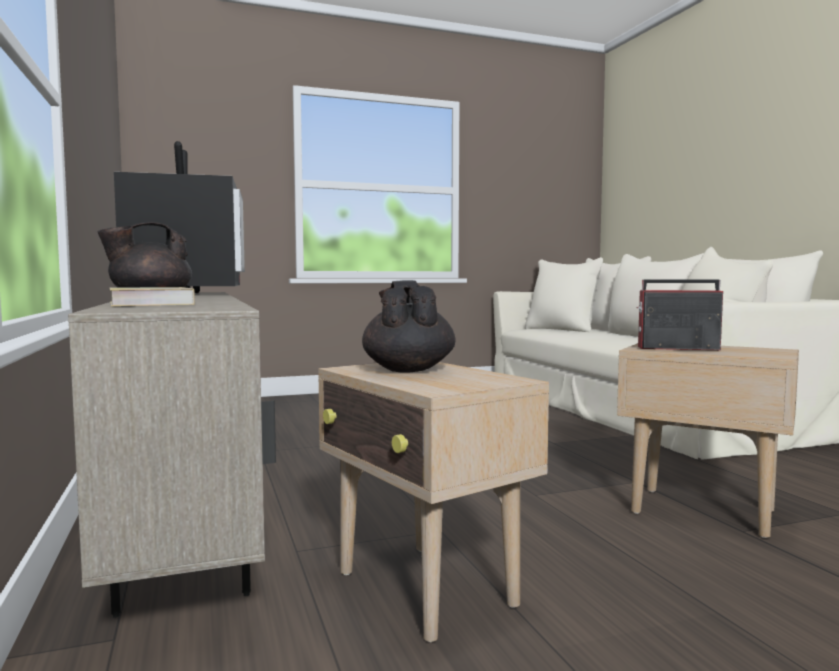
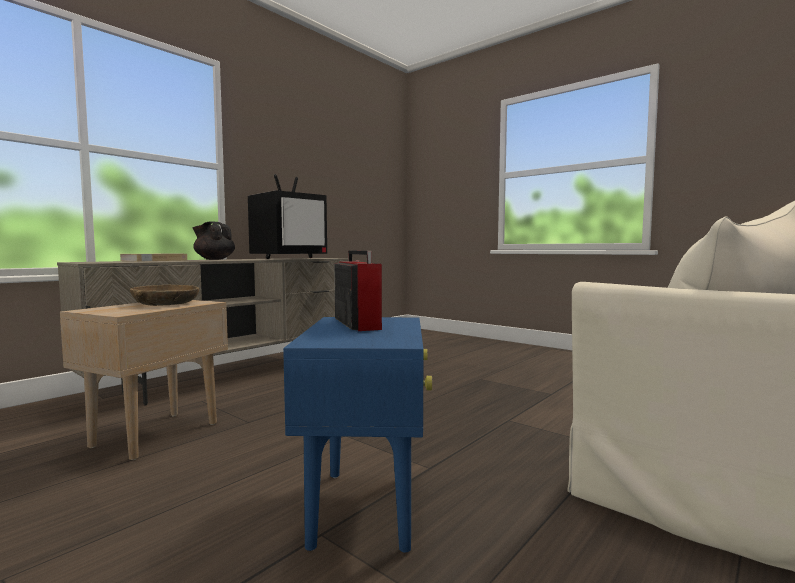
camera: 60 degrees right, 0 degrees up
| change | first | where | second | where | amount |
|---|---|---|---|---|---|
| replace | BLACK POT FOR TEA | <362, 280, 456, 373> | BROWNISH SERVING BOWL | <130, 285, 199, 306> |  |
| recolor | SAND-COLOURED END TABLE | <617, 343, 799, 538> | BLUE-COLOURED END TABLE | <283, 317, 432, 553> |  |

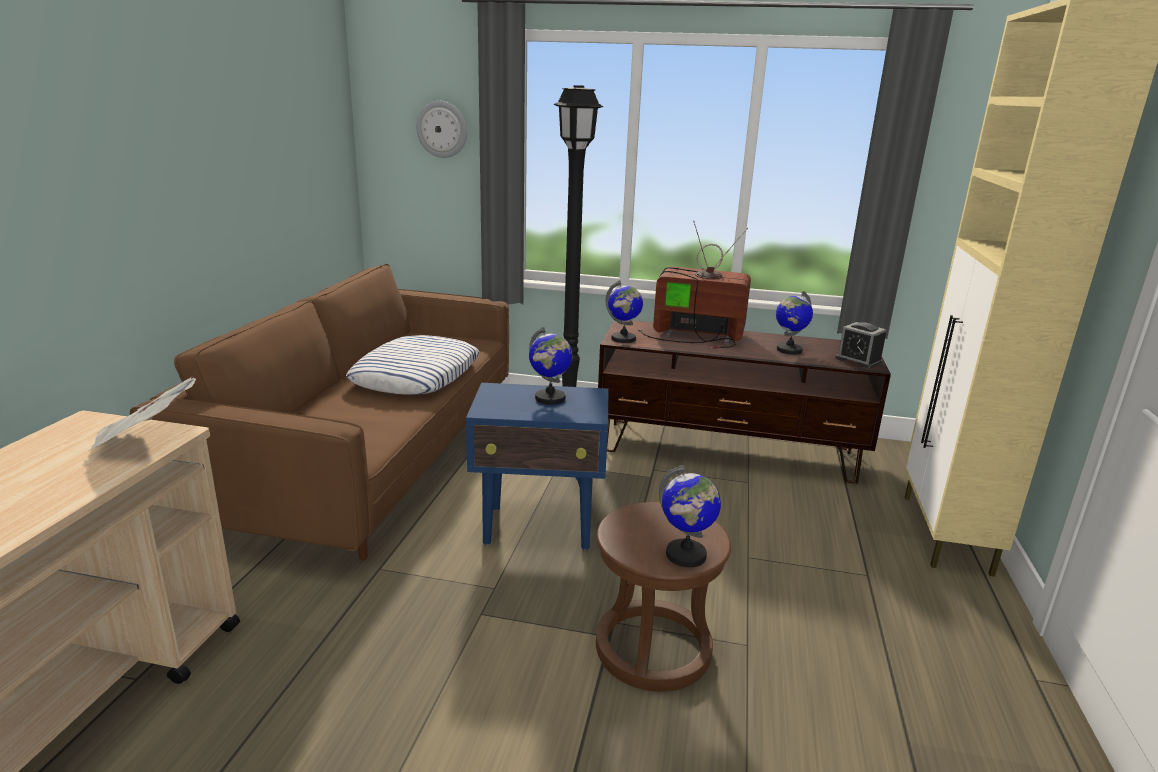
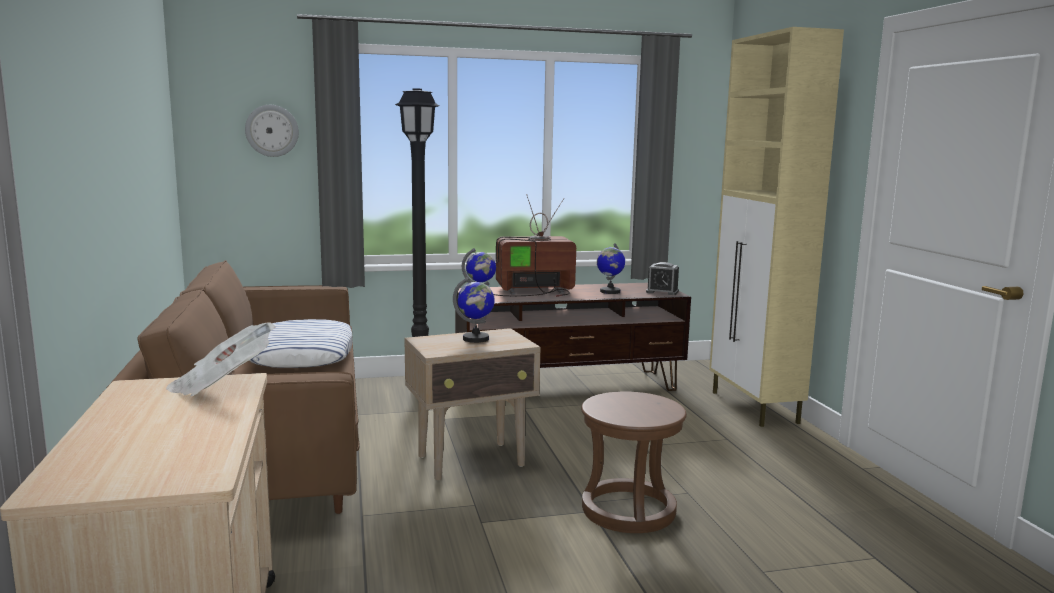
camera: 25 degrees left, 10 degrees down
| change | first | where | second | where | amount |
|---|---|---|---|---|---|
| recolor | BLUE-COLOURED END TABLE | <466, 383, 608, 550> | SAND-COLOURED END TABLE | <404, 328, 540, 481> |  |
| delete | GLOBE | <659, 465, 721, 567> |  |  |  |

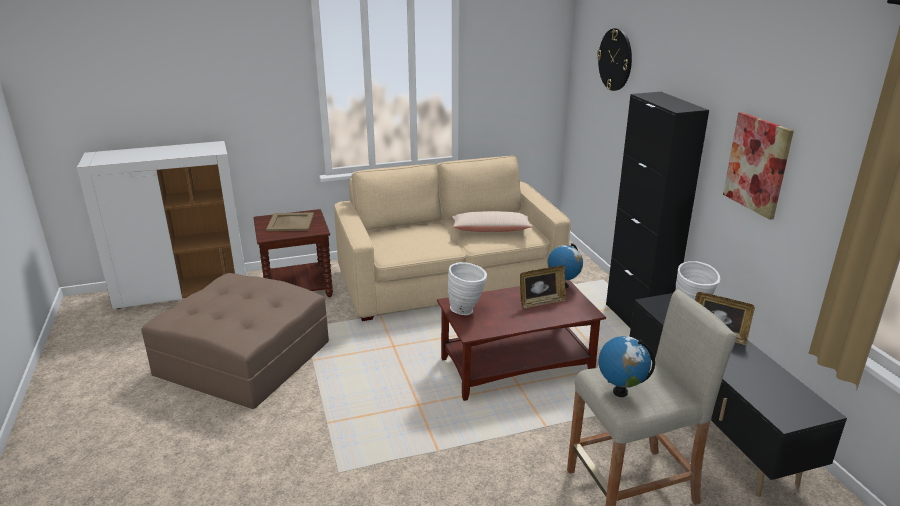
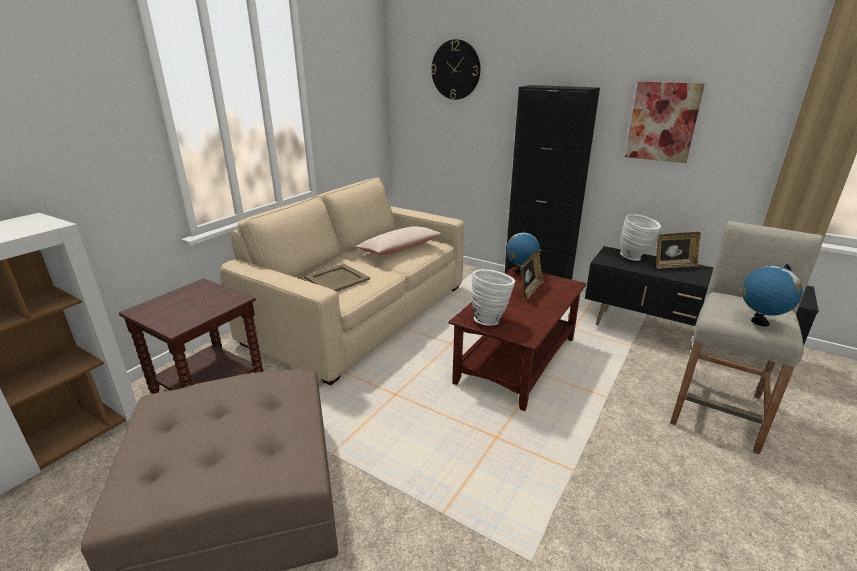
camera: 40 degrees left, 0 degrees up
| change | first | where | second | where | amount |
|---|---|---|---|---|---|
| move | SAND-COLOURED TRAY | <266, 212, 314, 231> |  | <304, 263, 370, 292> |  |

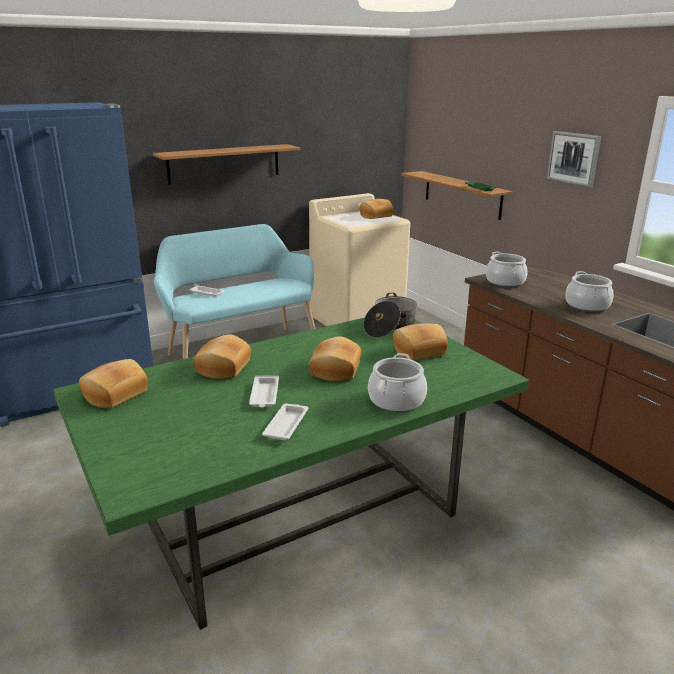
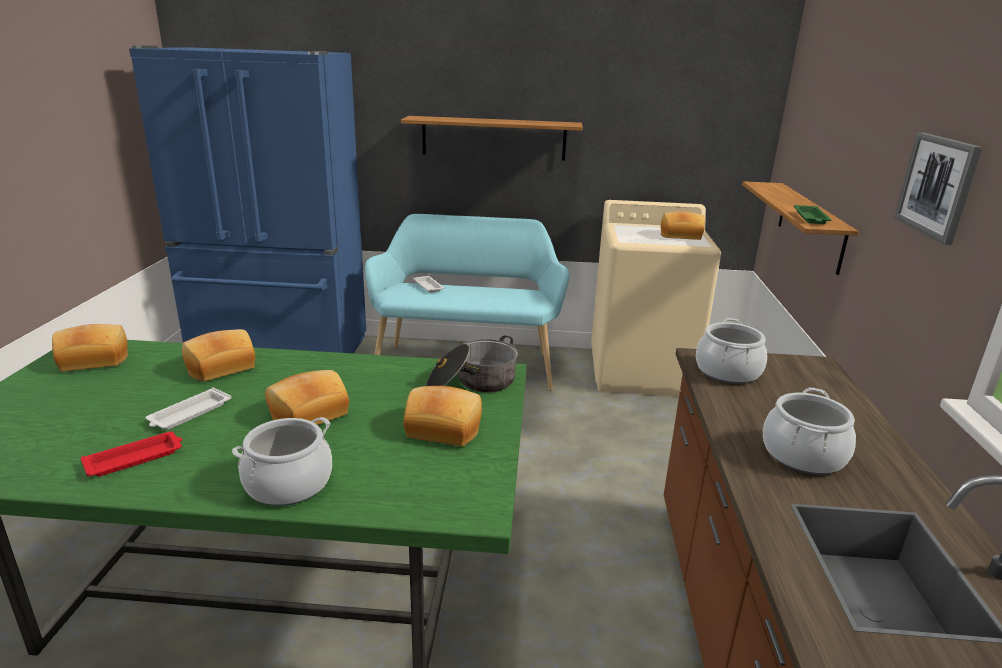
camera: 35 degrees right, 0 degrees up
| change | first | where | second | where | amount |
|---|---|---|---|---|---|
| recolor | WHITISH TRAY | <262, 403, 308, 440> | RED-COLOURED TRAY | <81, 431, 182, 477> |  |

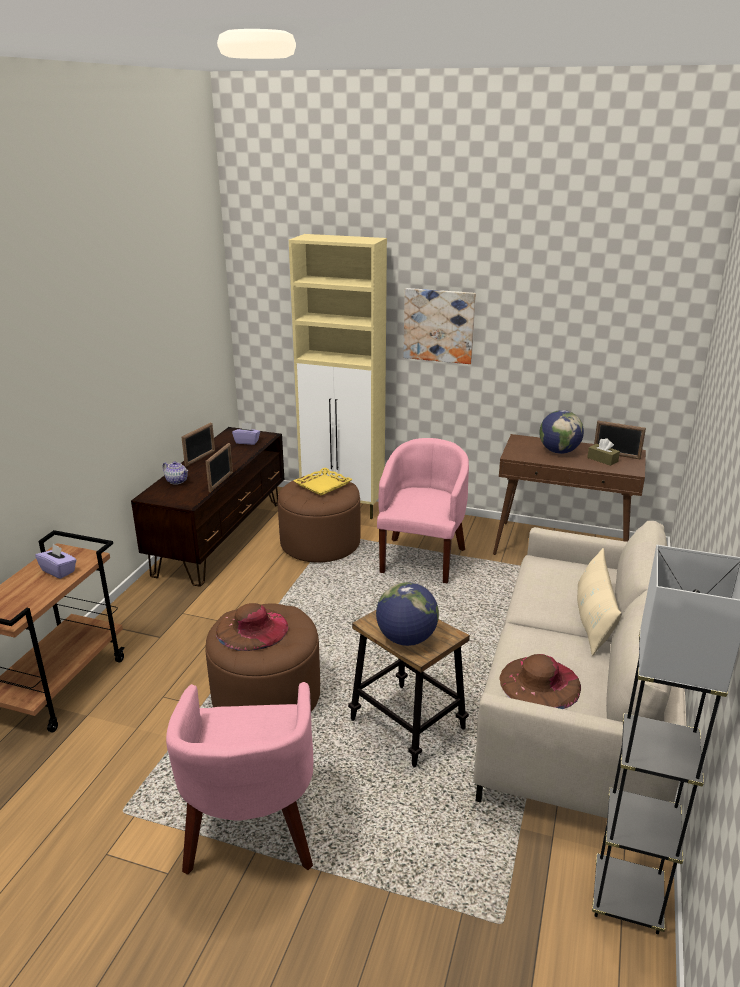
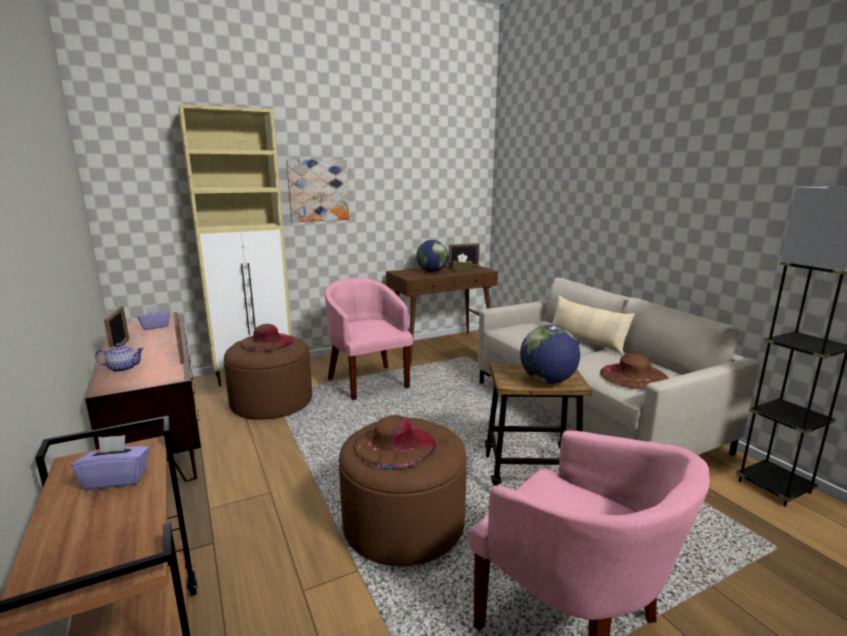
camera: 45 degrees left, 10 degrees down
| change | first | where | second | where | amount |
|---|---|---|---|---|---|
| replace | YELLOWISH TRAY | <293, 467, 353, 495> | BROWNISH CLOTHING HAT | <240, 324, 293, 351> |  |

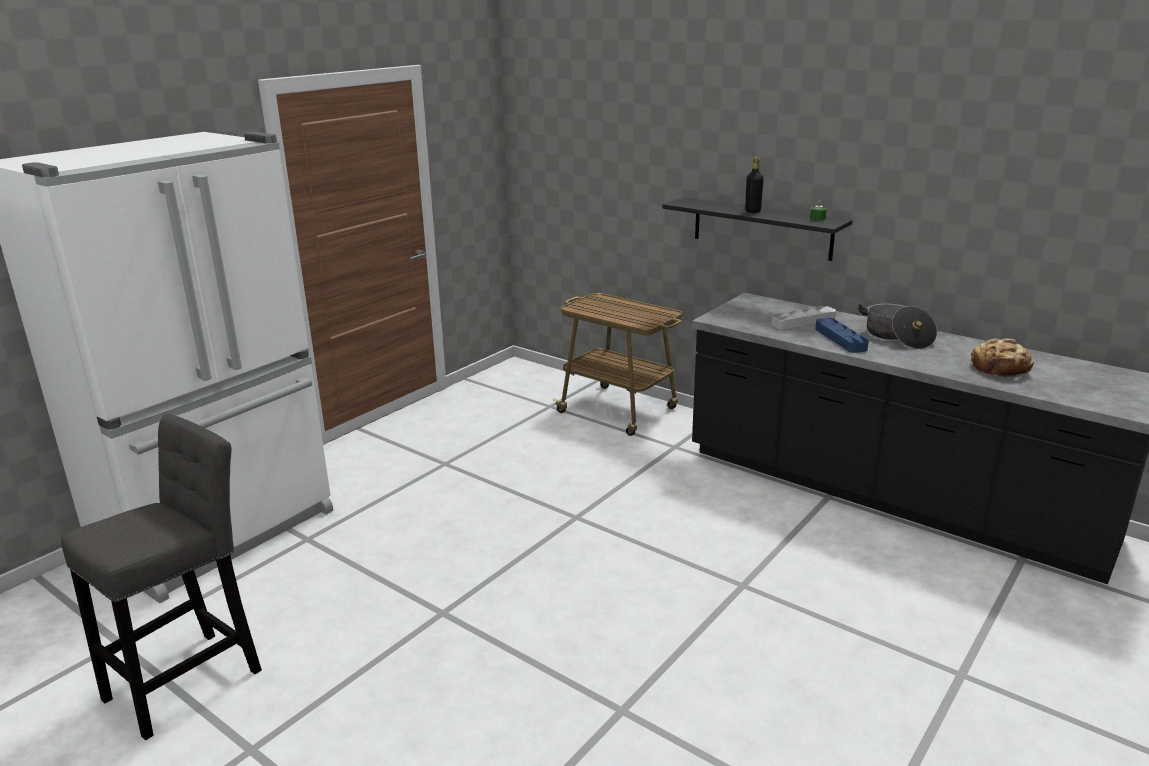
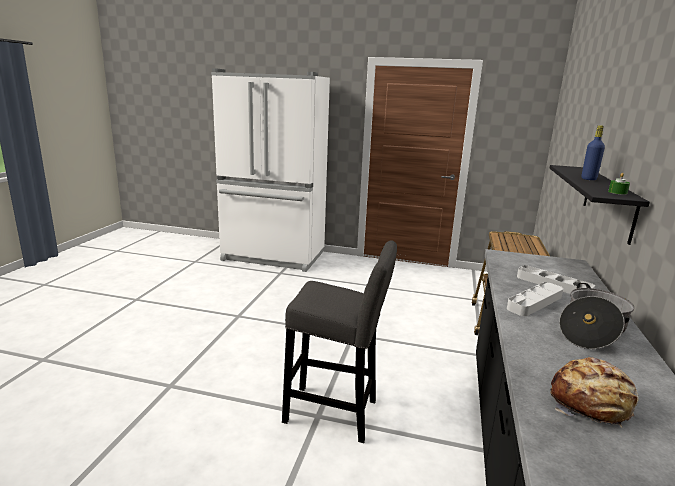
camera: 65 degrees right, 5 degrees down
| change | first | where | second | where | amount |
|---|---|---|---|---|---|
| recolor | BLACK BOTTLE | <745, 157, 764, 213> | BLUE-COLOURED BOTTLE | <581, 125, 605, 180> |  |
| recolor | BLUE-COLOURED TRAY | <815, 318, 869, 353> | GRAY TRAY | <507, 282, 563, 316> |  |
| move | GRAY SITTING STOOL | <61, 414, 262, 740> |  | <282, 240, 397, 443> |  |

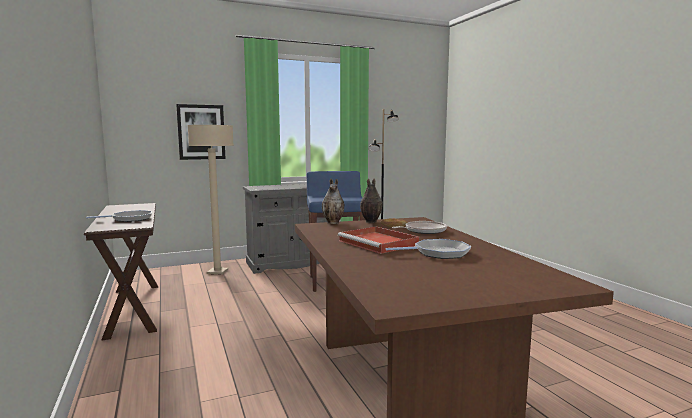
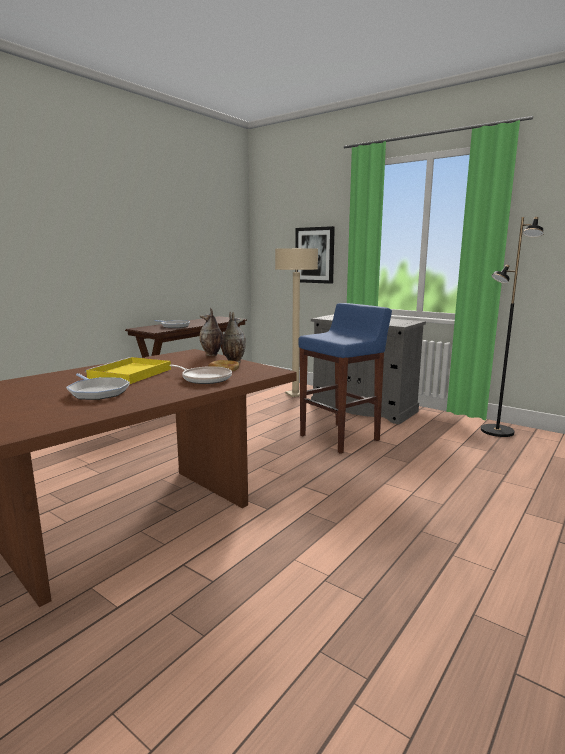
camera: 60 degrees right, 5 degrees up
| change | first | where | second | where | amount |
|---|---|---|---|---|---|
| recolor | RED-COLOURED TRAY | <338, 226, 419, 254> | YELLOWISH TRAY | <85, 357, 171, 384> |  |

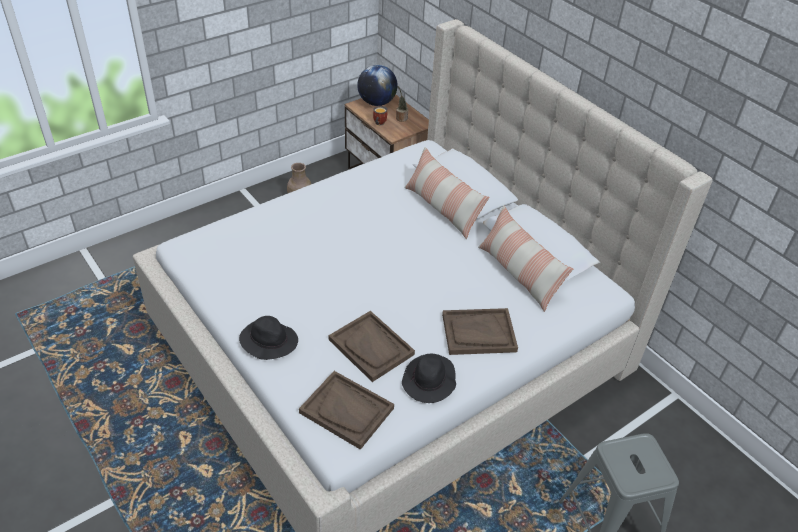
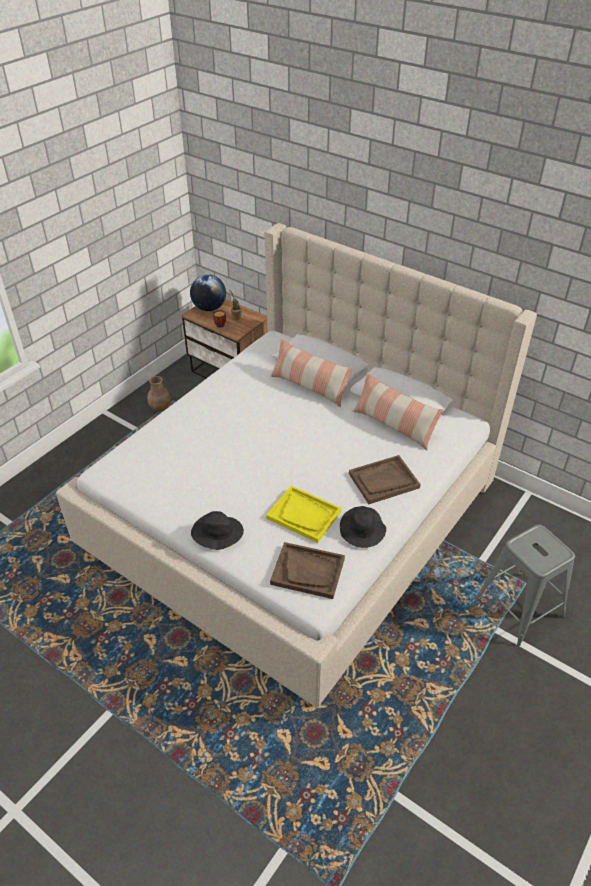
camera: 15 degrees left, 0 degrees up
| change | first | where | second | where | amount |
|---|---|---|---|---|---|
| recolor | BROWNISH TRAY | <329, 311, 415, 382> | YELLOWISH TRAY | <266, 486, 342, 543> |  |

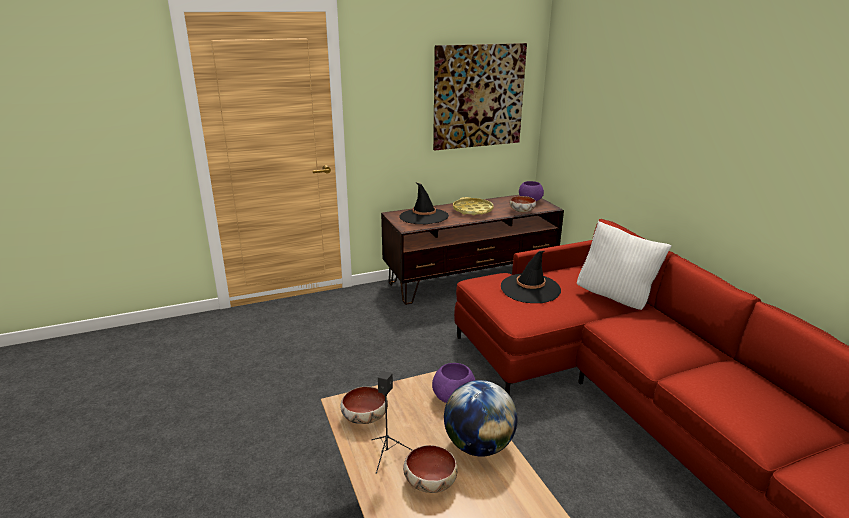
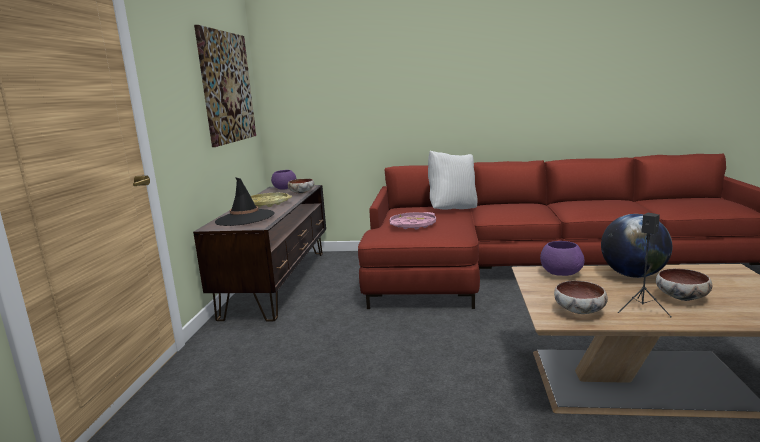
camera: 60 degrees left, 10 degrees down
| change | first | where | second | where | amount |
|---|---|---|---|---|---|
| replace | BLACK CLOTHING HAT | <501, 251, 561, 303> | PINKISH TRAY | <389, 212, 436, 229> |  |

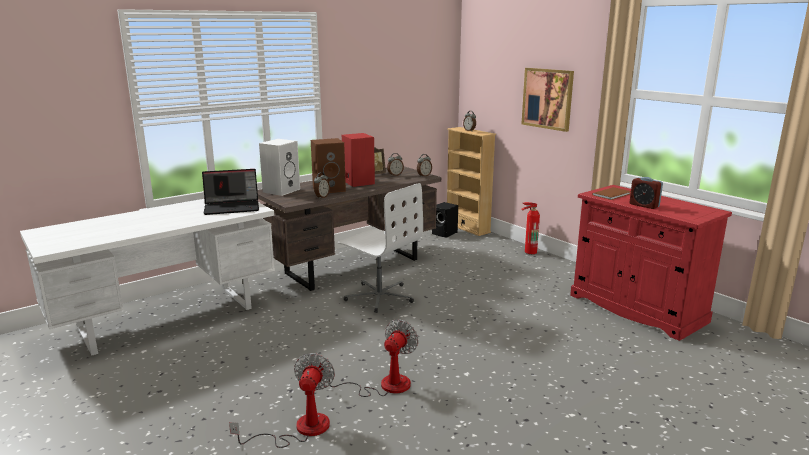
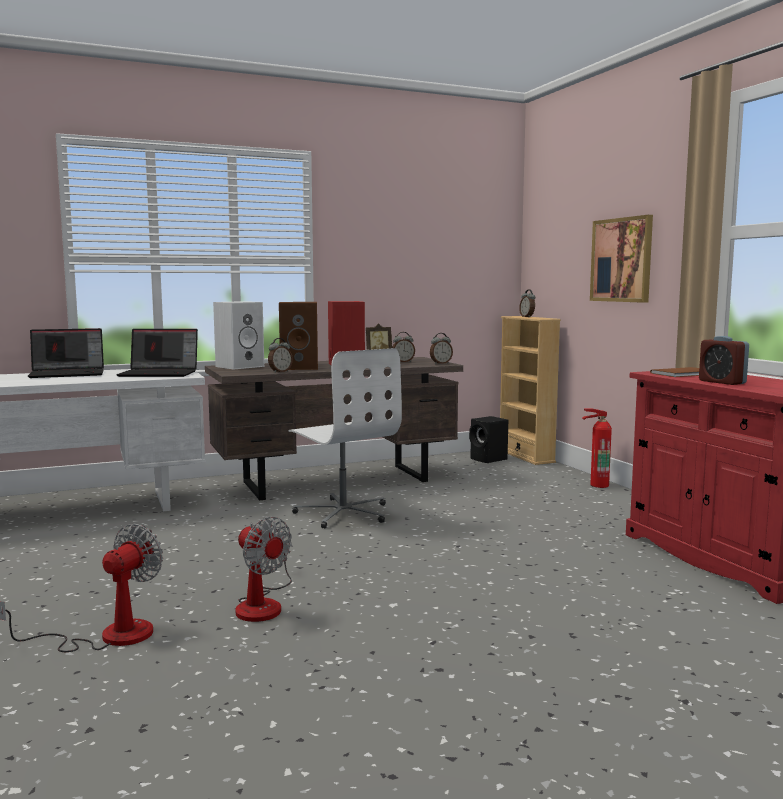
camera: 15 degrees right, 10 degrees down
| change | first | where | second | where | amount |
|---|---|---|---|---|---|
| rotate | COOLING FAN | <324, 319, 419, 397> |  | <235, 517, 292, 622> | 90 degrees clockwise |
| insert |  |  | LAPTOP | <28, 328, 104, 378> |  |

